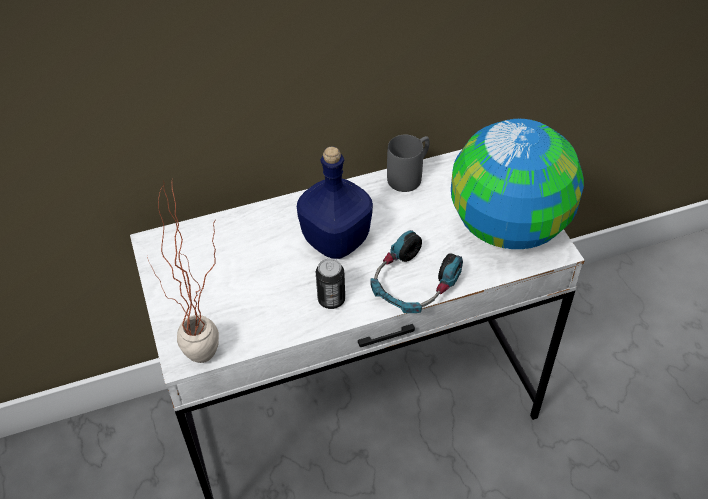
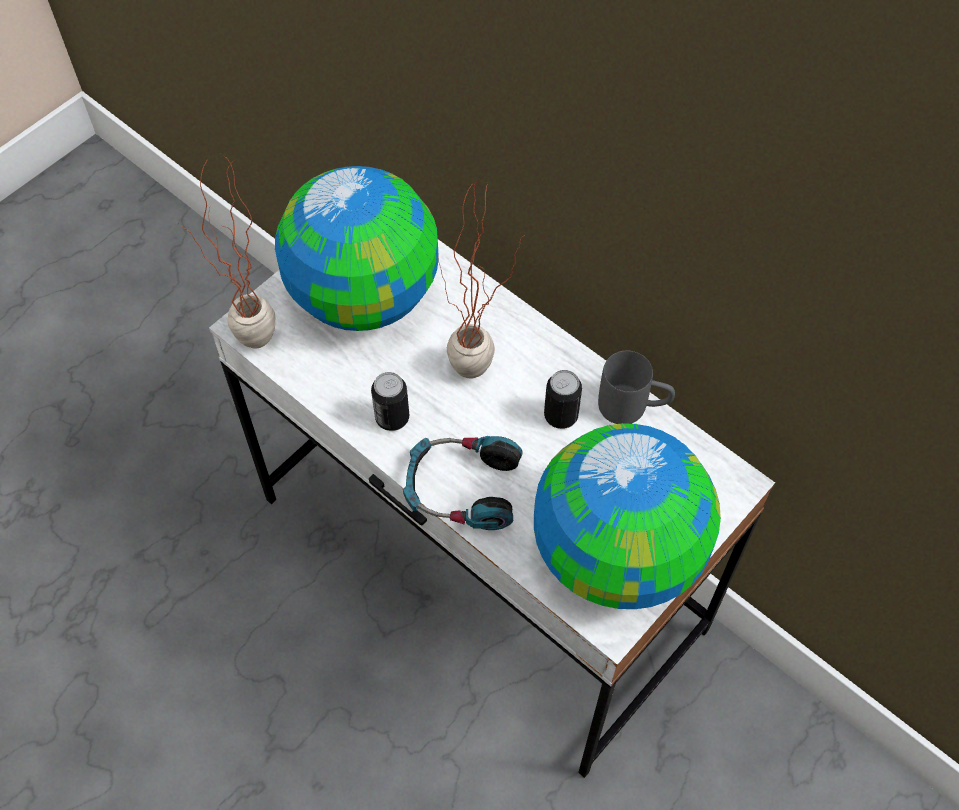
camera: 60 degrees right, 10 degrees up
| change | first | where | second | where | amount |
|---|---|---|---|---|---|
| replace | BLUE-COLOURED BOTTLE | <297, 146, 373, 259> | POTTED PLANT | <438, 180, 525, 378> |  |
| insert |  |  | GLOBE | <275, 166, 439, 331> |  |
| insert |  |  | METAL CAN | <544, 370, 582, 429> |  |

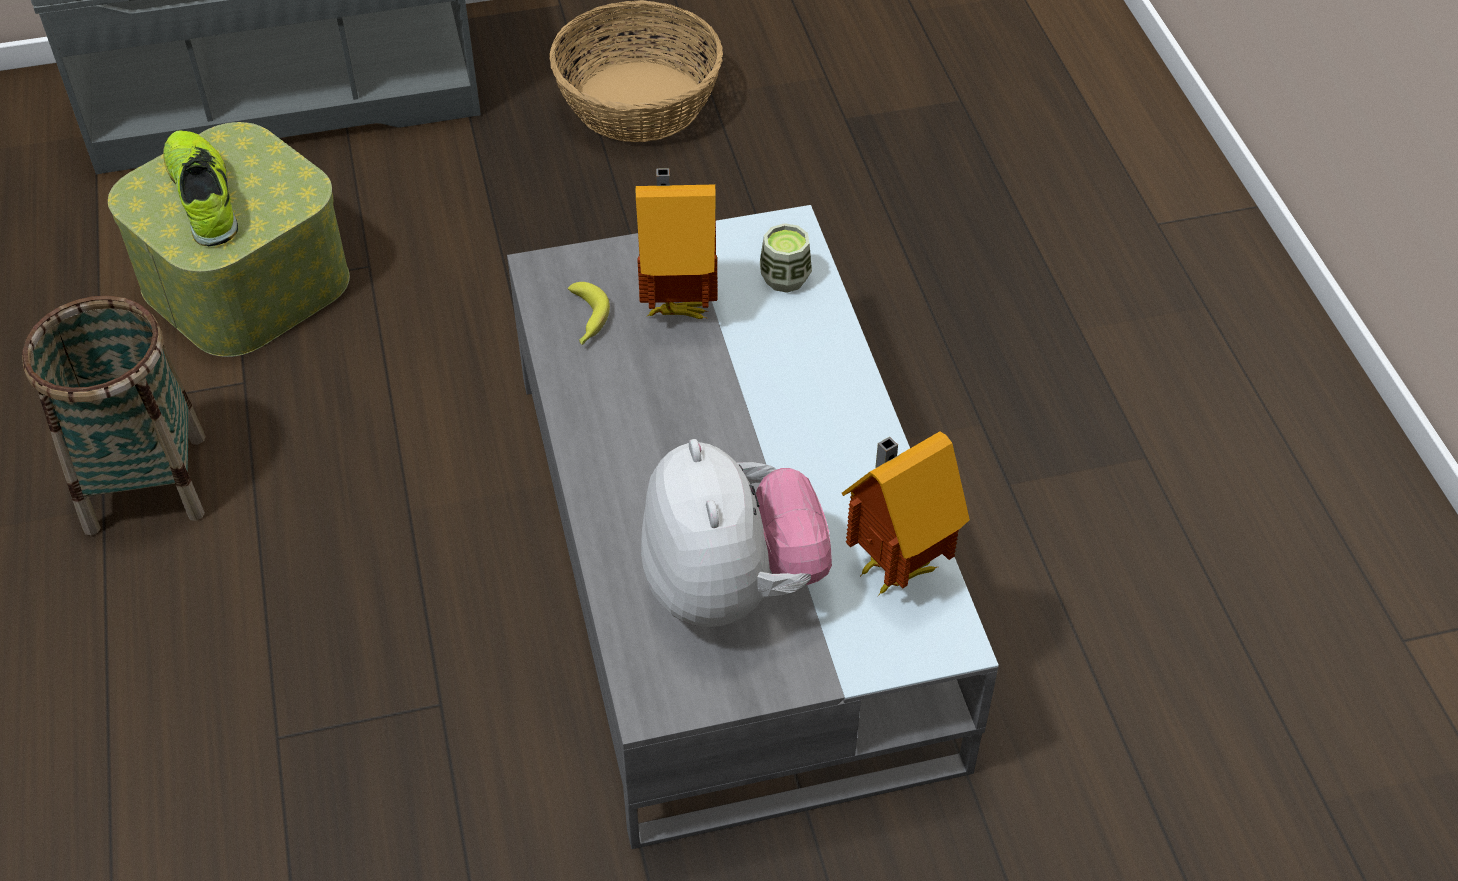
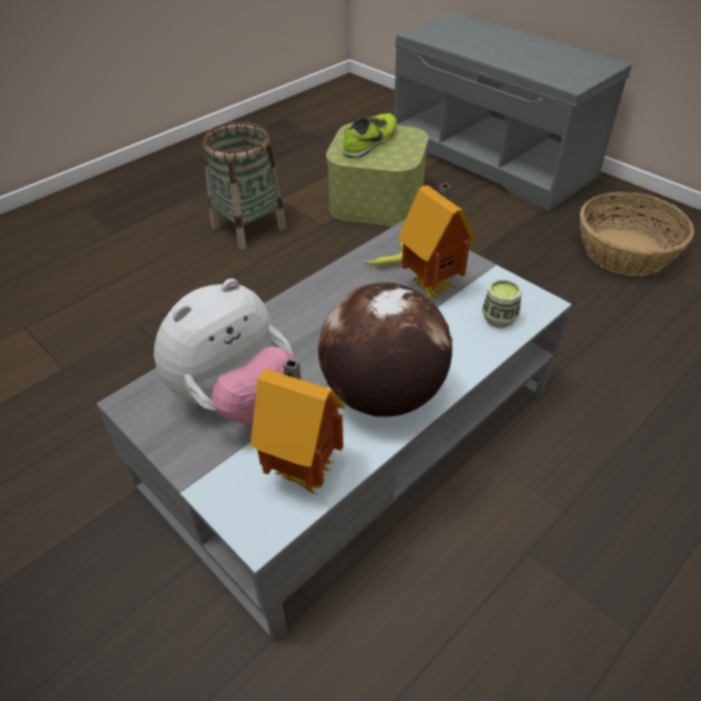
camera: 60 degrees right, 5 degrees down
| change | first | where | second | where | amount |
|---|---|---|---|---|---|
| insert |  |  | GLOBE | <318, 282, 453, 417> |  |

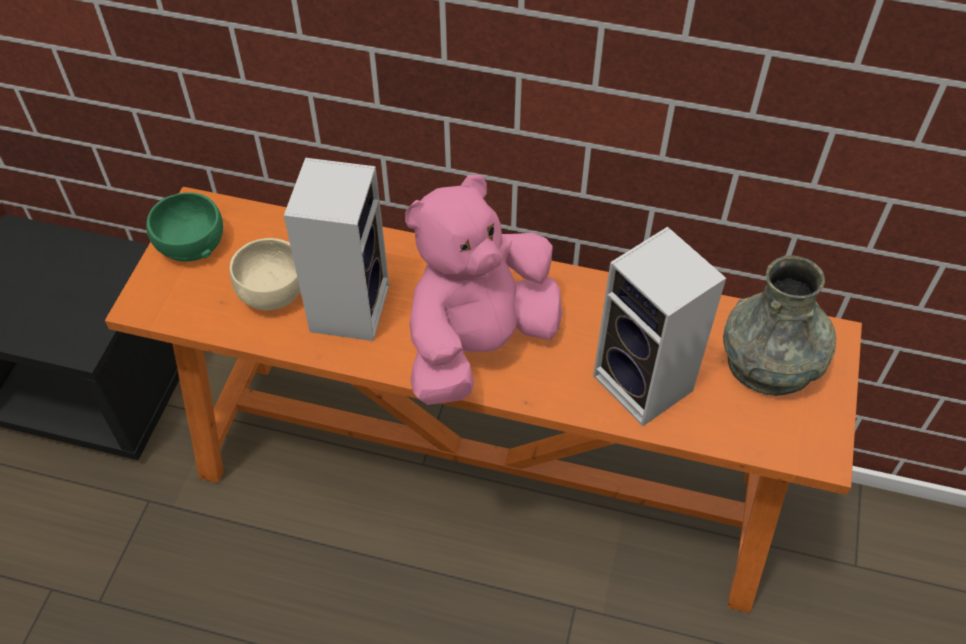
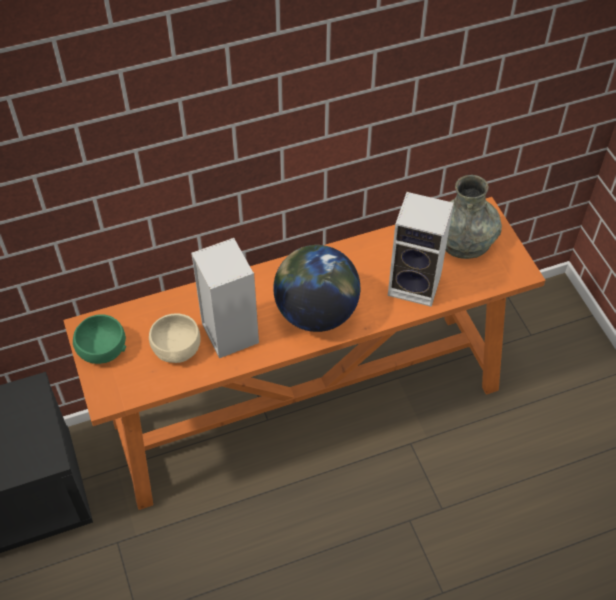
camera: 35 degrees left, 0 degrees up
| change | first | where | second | where | amount |
|---|---|---|---|---|---|
| replace | PINKISH CUDDLY TOY | <405, 175, 562, 405> | GLOBE | <273, 245, 360, 332> |  |

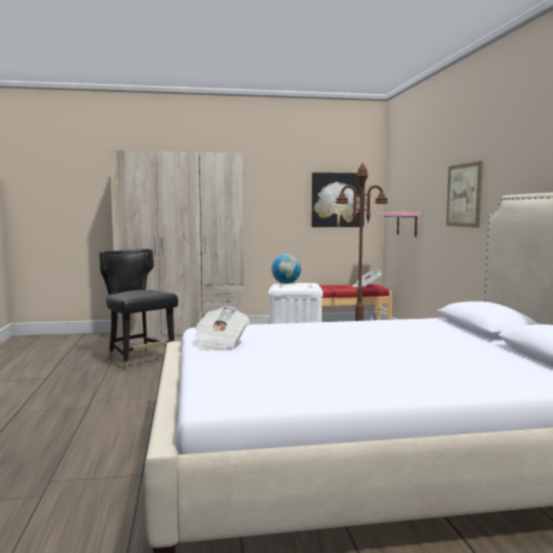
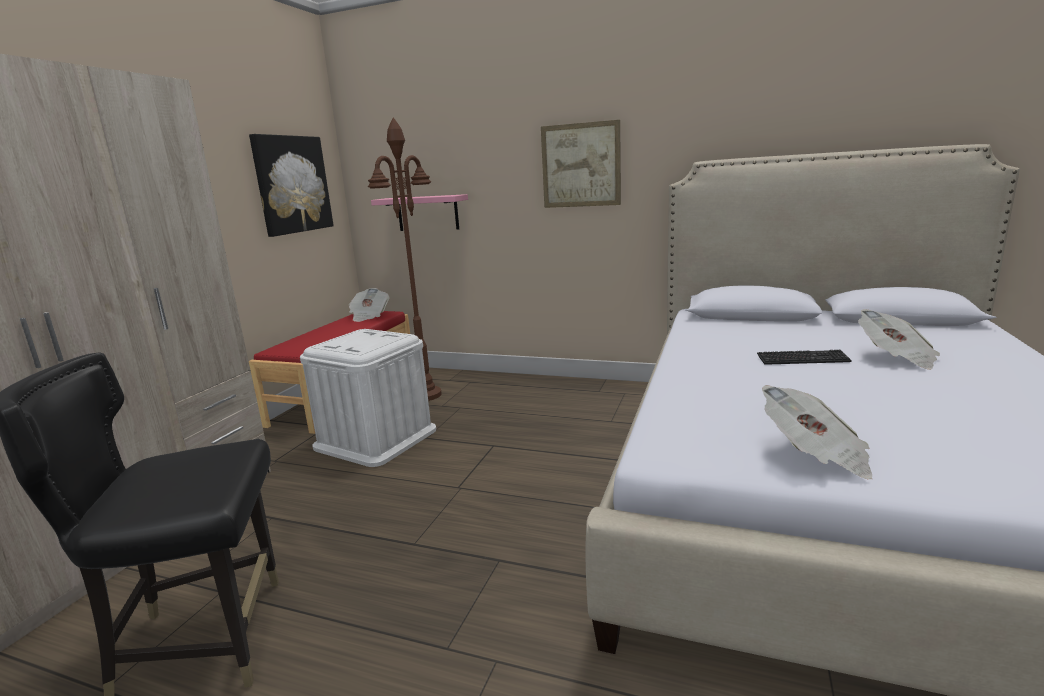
camera: 60 degrees left, 10 degrees up
| change | first | where | second | where | amount |
|---|---|---|---|---|---|
| delete | GLOBE | <272, 254, 301, 284> |  |  |  |
| insert |  |  | DAILY PAPER | <858, 309, 940, 370> |  |
| insert |  |  | COMPUTER KEYBOARD | <757, 350, 852, 365> |  |

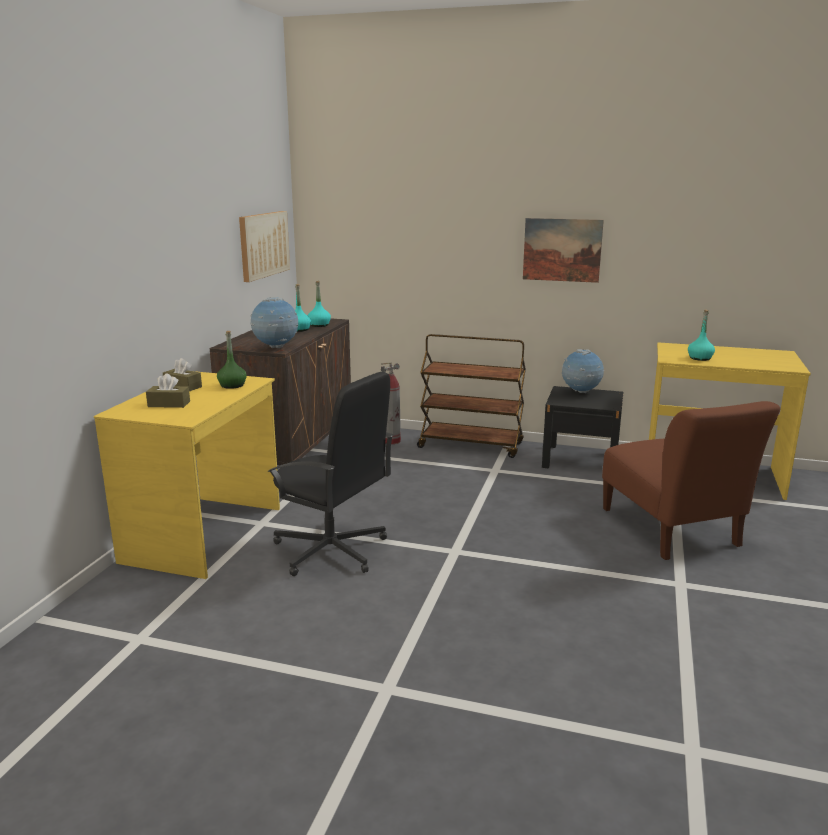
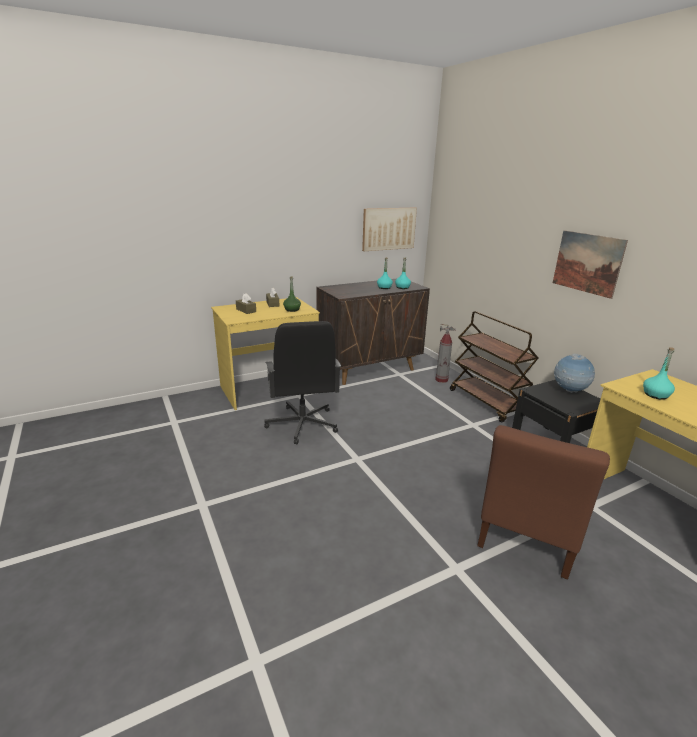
camera: 45 degrees right, 5 degrees up
| change | first | where | second | where | amount |
|---|---|---|---|---|---|
| delete | GLOBE | <251, 297, 298, 348> |  |  |  |

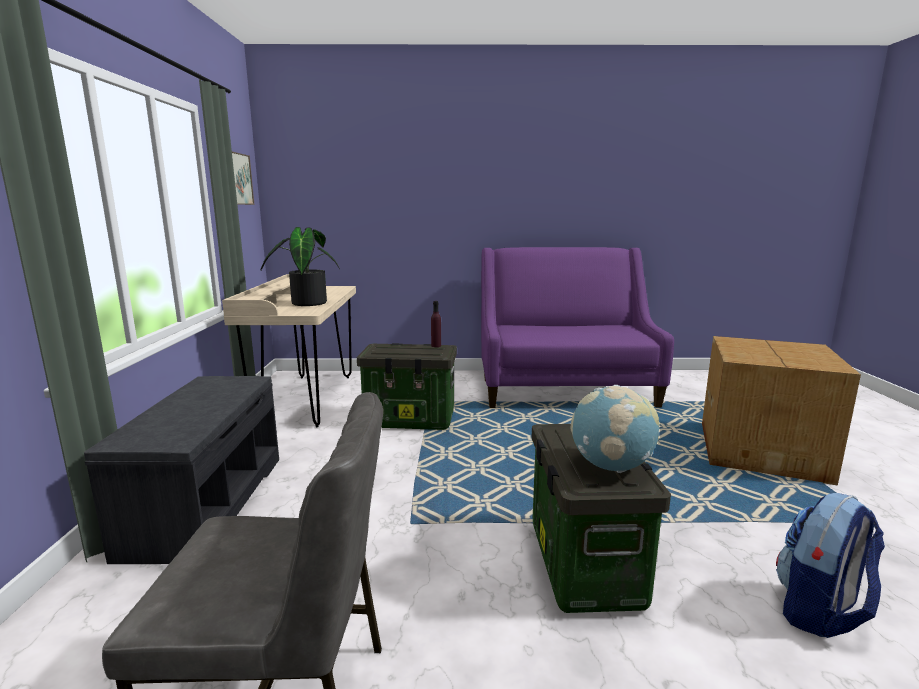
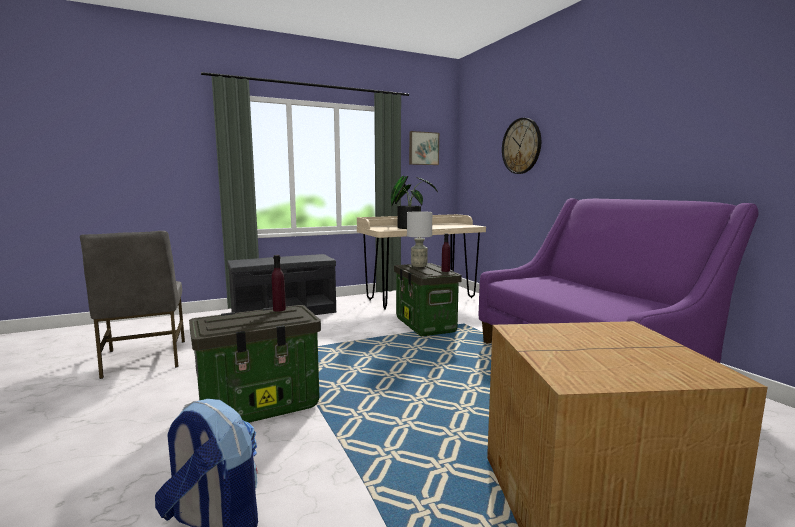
camera: 65 degrees right, 5 degrees down
| change | first | where | second | where | amount |
|---|---|---|---|---|---|
| delete | GLOBE | <571, 385, 660, 473> |  |  |  |
| insert |  |  | HANGING CLOCK | <502, 118, 541, 174> |  |
| insert |  |  | GRAY LAMP FOR A TABLE | <407, 211, 432, 267> |  |
| insert |  |  | PURPLE-COLOURED BOTTLE | <272, 255, 286, 312> |  |

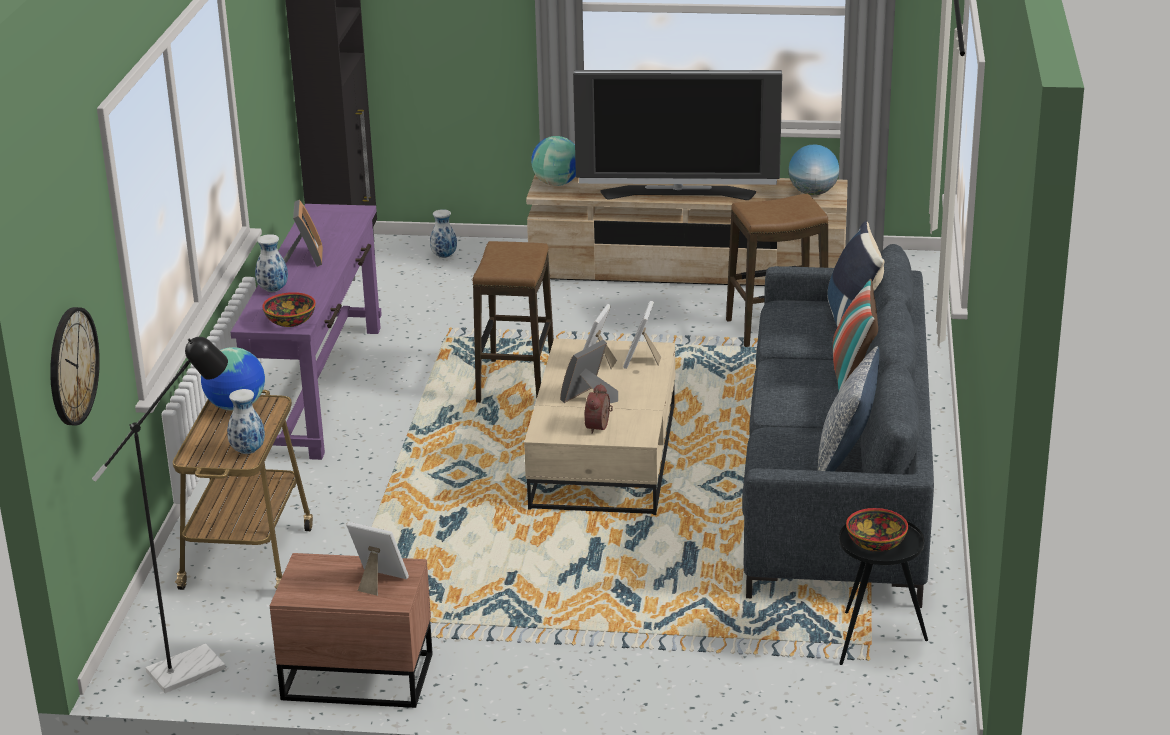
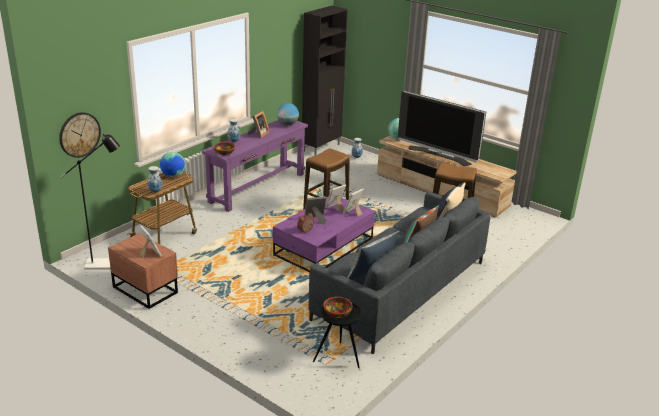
camera: 30 degrees right, 0 degrees up
| change | first | where | second | where | amount |
|---|---|---|---|---|---|
| move | GLOBE | <788, 144, 839, 195> |  | <277, 103, 299, 125> |  |
| recolor | SAND-COLOURED LOUNGE TABLE | <524, 339, 675, 515> | PURPLE-COLOURED LOUNGE TABLE | <273, 196, 375, 272> |  |

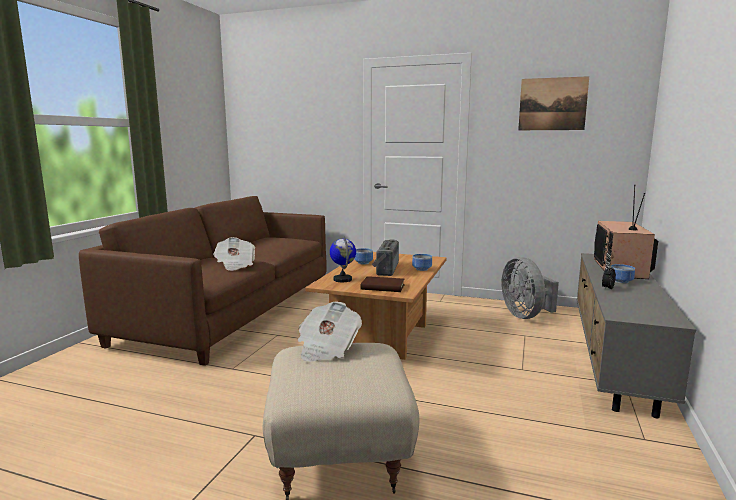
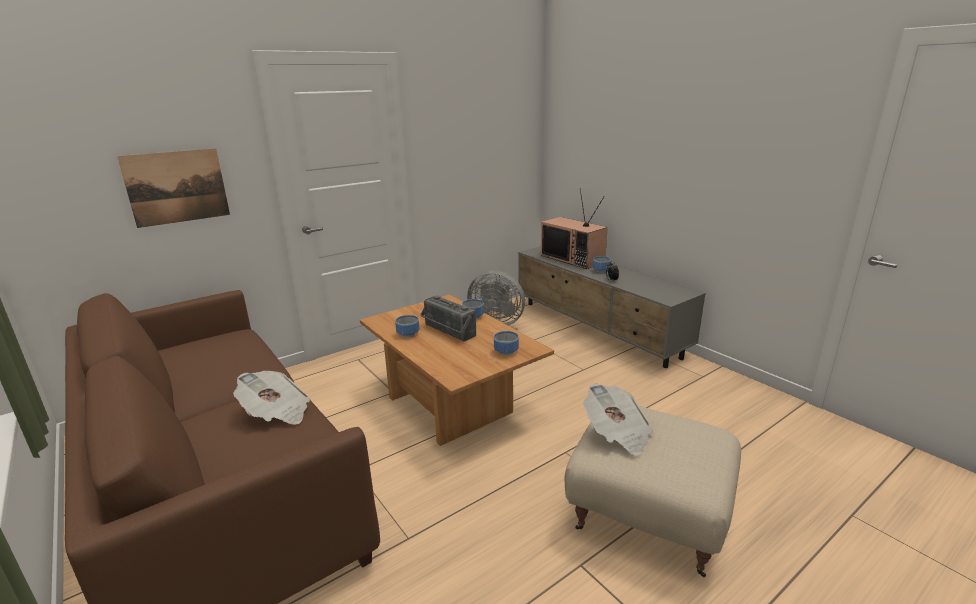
camera: 55 degrees left, 10 degrees up
| change | first | where | second | where | amount |
|---|---|---|---|---|---|
| move | WALL ART | <518, 76, 589, 130> |  | <117, 148, 230, 228> |  |
| delete | GLOBE | <330, 237, 356, 282> |  |  |  |
| replace | BROWNISH BOOK | <361, 276, 405, 292> | SERVING BOWL | <494, 331, 519, 356> |  |

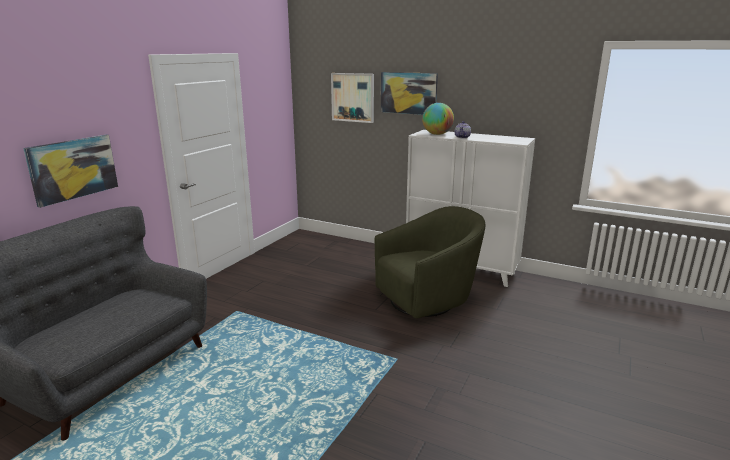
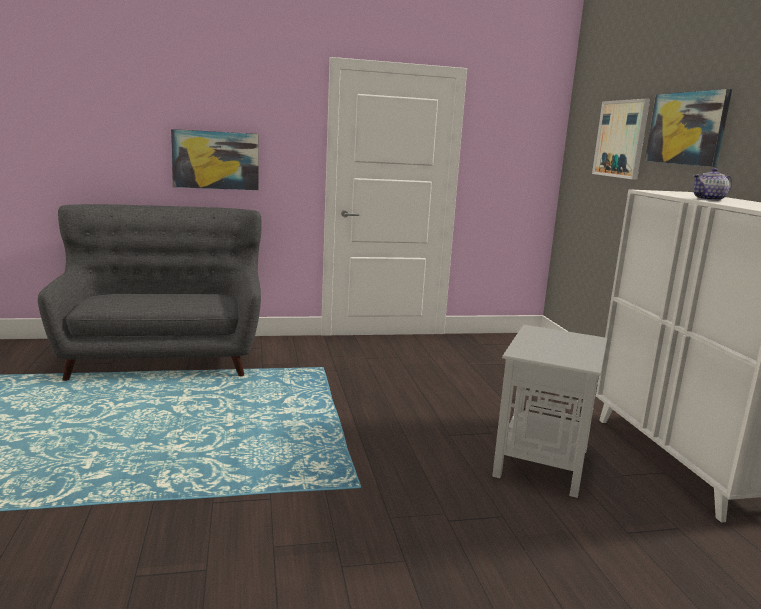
camera: 50 degrees right, 5 degrees down
| change | first | where | second | where | amount |
|---|---|---|---|---|---|
| delete | GLOBE | <422, 103, 454, 135> |  |  |  |
| replace | GREENISH ARMCHAIR | <374, 206, 485, 318> | WHITISH END TABLE | <492, 325, 608, 498> |  |

